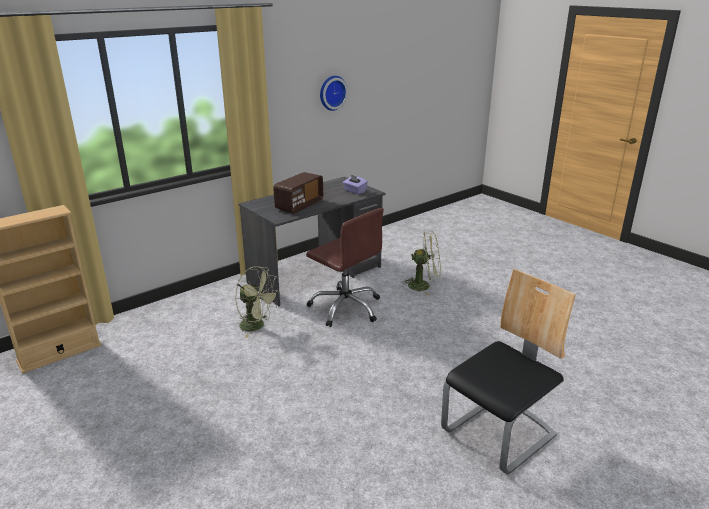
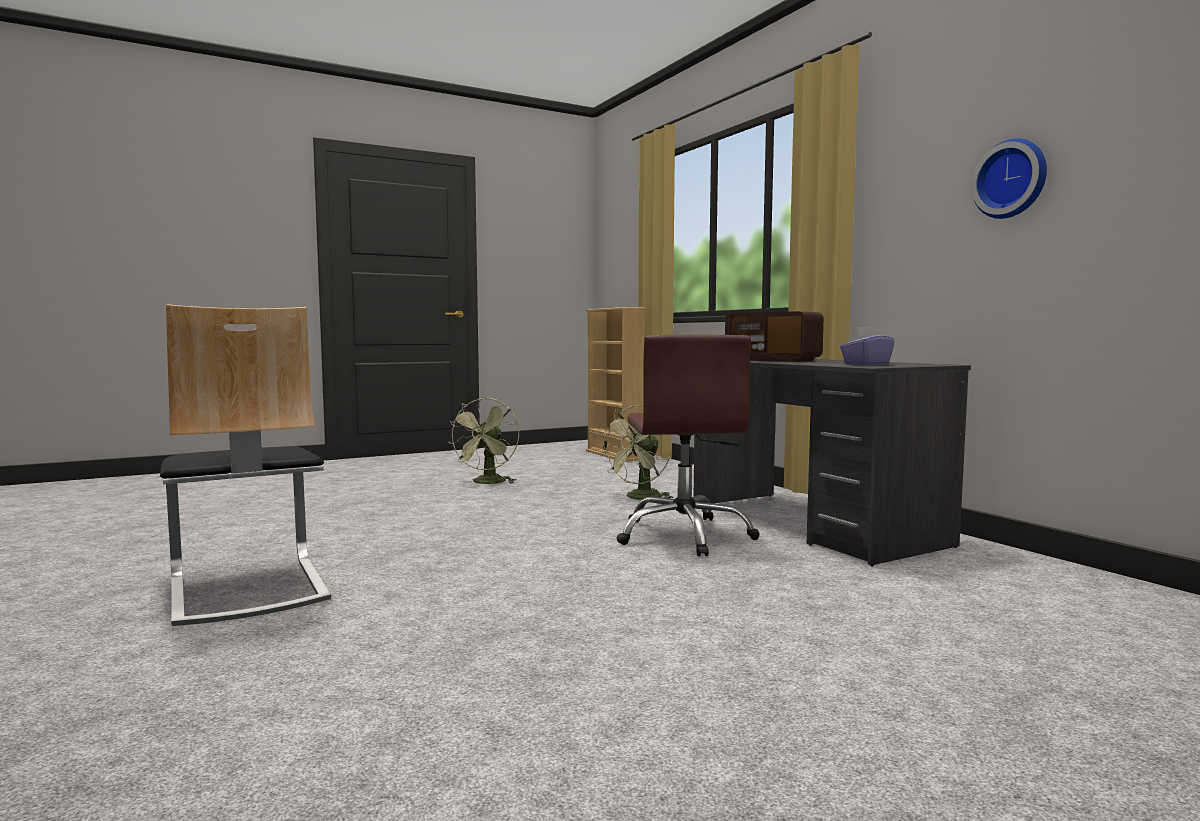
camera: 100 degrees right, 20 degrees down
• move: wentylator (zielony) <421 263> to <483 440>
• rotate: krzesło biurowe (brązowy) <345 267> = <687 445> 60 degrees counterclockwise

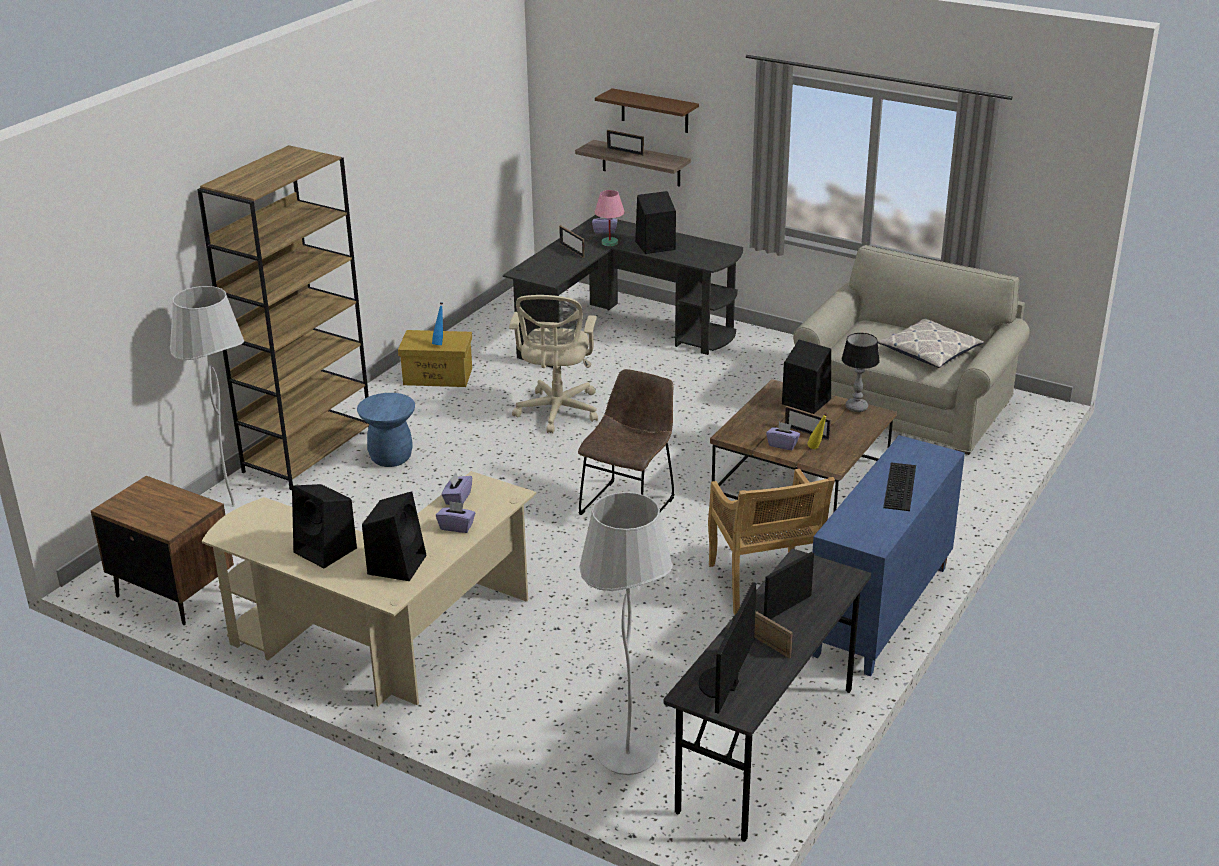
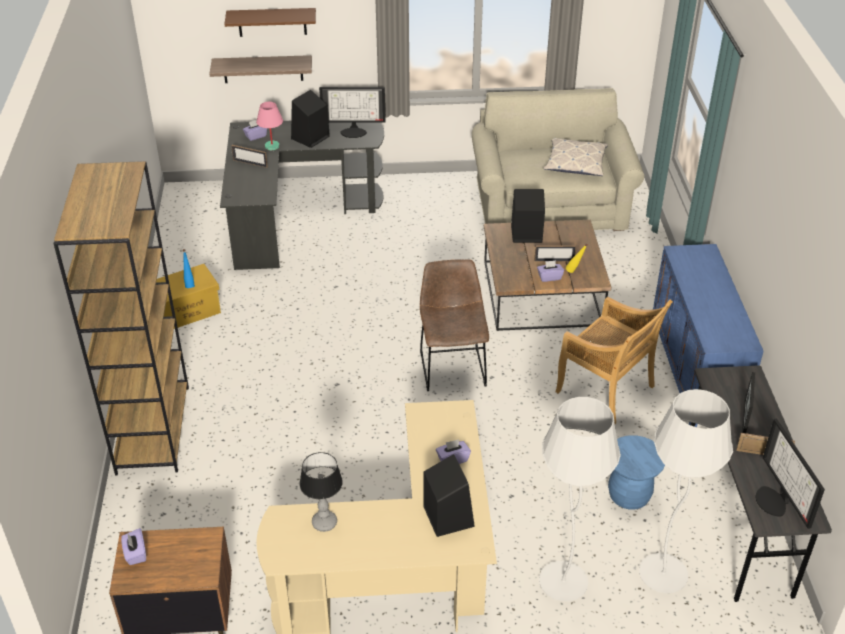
camera: 35 degrees left, 10 degrees up
• delete: głośnik (czarny) <324 526>
• delete: krzesło biurowe (beżowy) <553 364>
• delete: ramka na zdjęcie <625 143>
• delete: klawiatura <899 486>
• insert: monitor <352 112>
• move: lampa stojąca (biały) <213 400> to <580 499>
• move: stołek (niebieski) <386 430> to <636 472>
• move: pudełko chusteczek (fioletowy) <456 488> to <133 546>
• move: lampa stołowa <861 372> to <321 492>

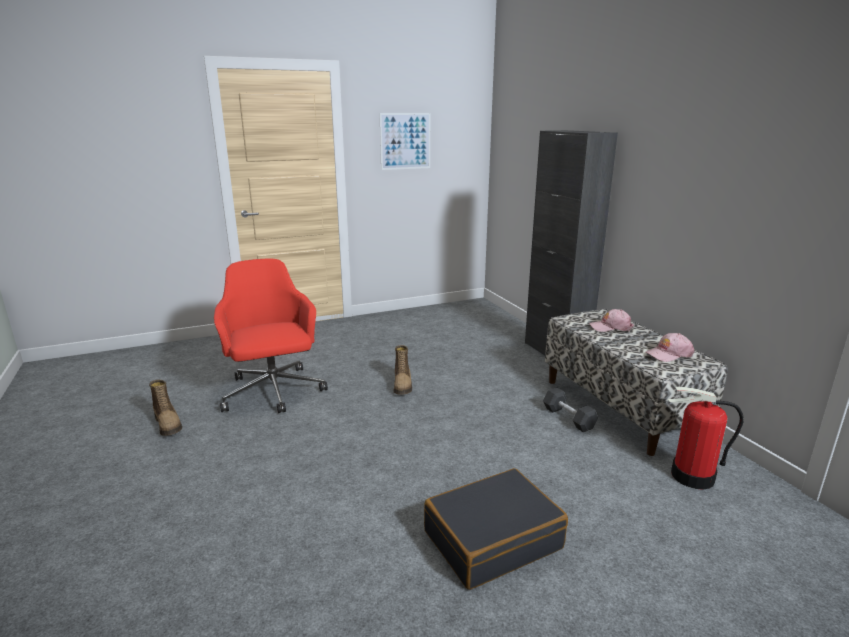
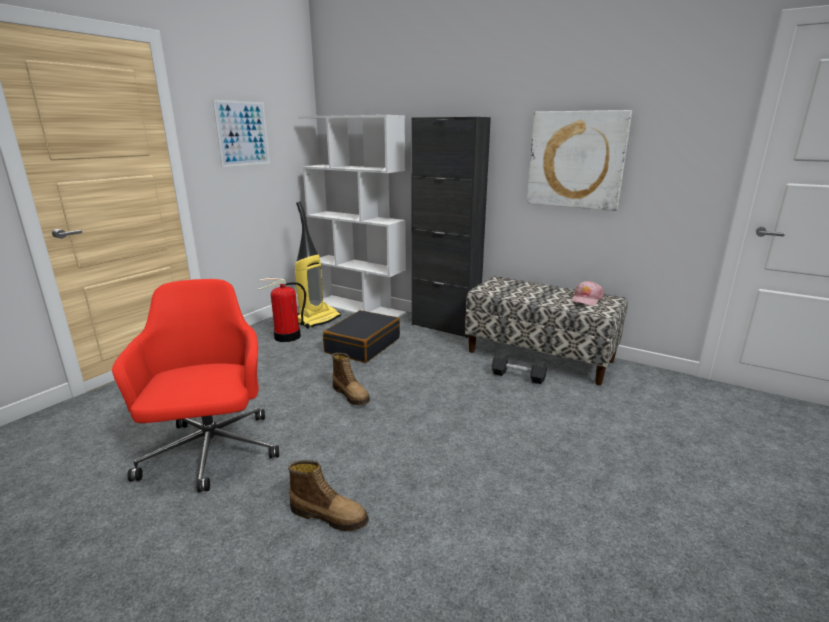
camera: 35 degrees left, 0 degrees up
• delete: czapka z daszkiem (różowy) <611 320>
• insert: odkurzacz <318 265>
• insert: regał (biały) <352 216>
• insert: obraz <579 160>
• move: but z cholewką <165 408> to <328 495>
• move: walizka (czarny) <496 529> to <361 336>
• move: gaśnica <706 438> to <282 310>
• rotate: krzesło biurowe (czerwony) <271 335> = <195 386> 45 degrees clockwise

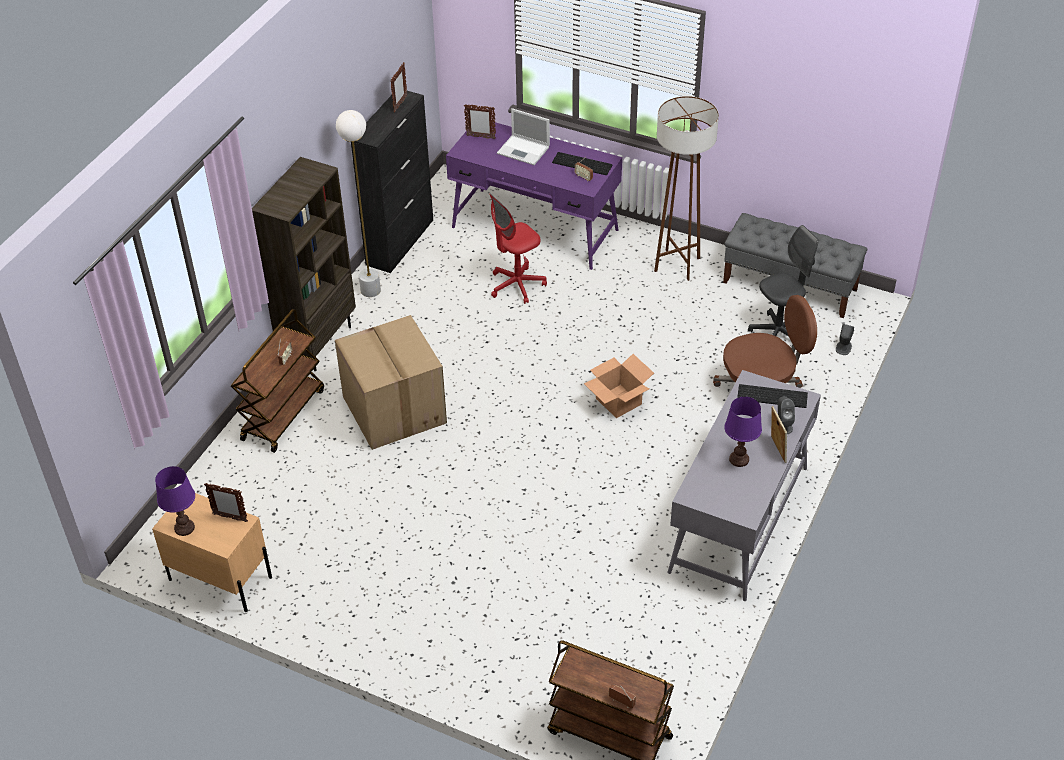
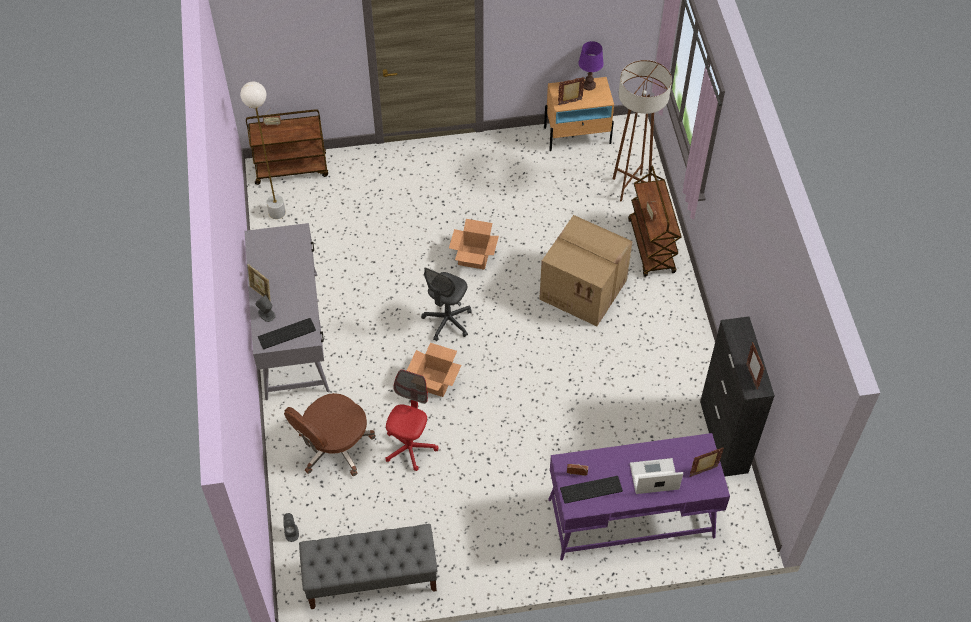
camera: 145 degrees right, 10 degrees up
• delete: regał (brązowy) <304 264>
• delete: lampa stołowa (fioletowy) <743 432>
• insert: karton <474 244>
• move: lampa stojąca (biały) <358 203> to <263 150>
• move: krzesło biurowe (czerwony) <518 249> to <412 420>
• move: lampa stojąca (brązowy) <686 188> to <642 130>
• move: krzesło biurowe (szary) <783 280> to <446 304>

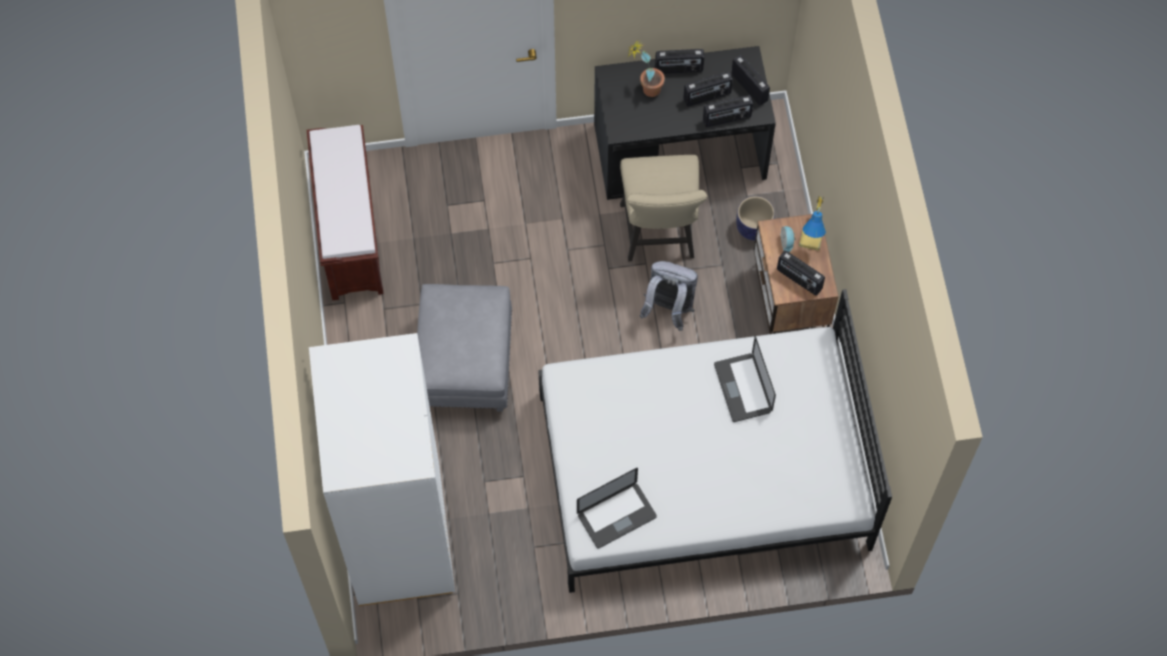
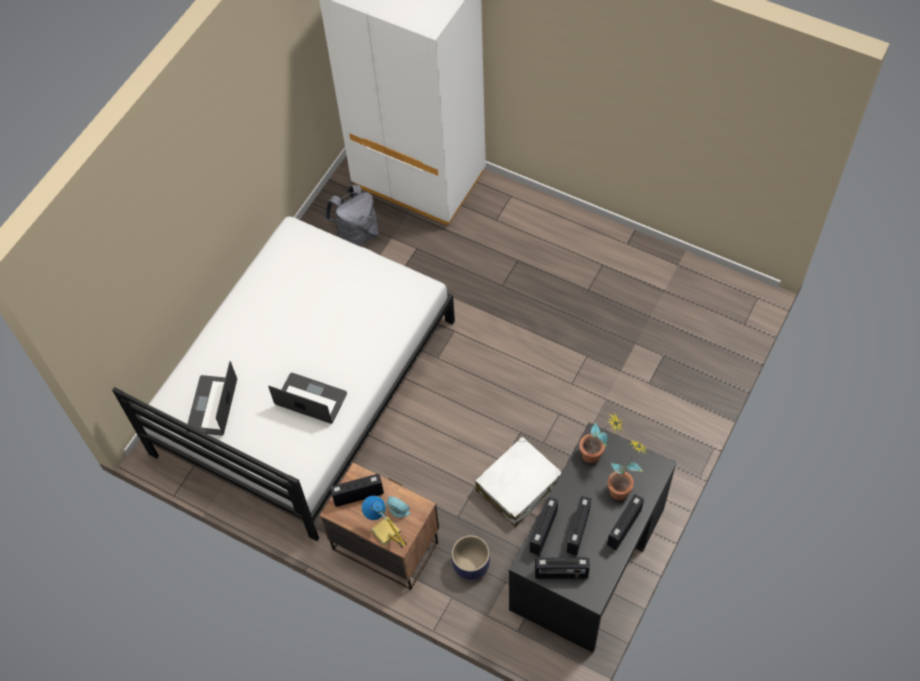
camera: 130 degrees right, 5 degrees down
• delete: ławka (brązowy) <345 213>
• delete: pufa (szary) <464 348>
• insert: roślina doniczkowa <601 438>
• move: laptop <617 508> to <211 398>
• move: plecak (szary) <669 296> to <352 215>
• replace: krzesło (beżowy) <663 208> to walizka (biały) <518 482>

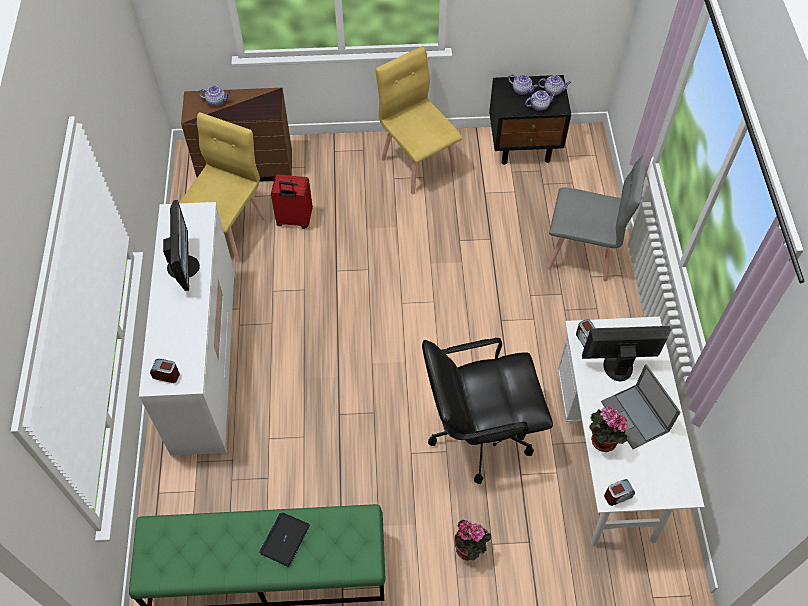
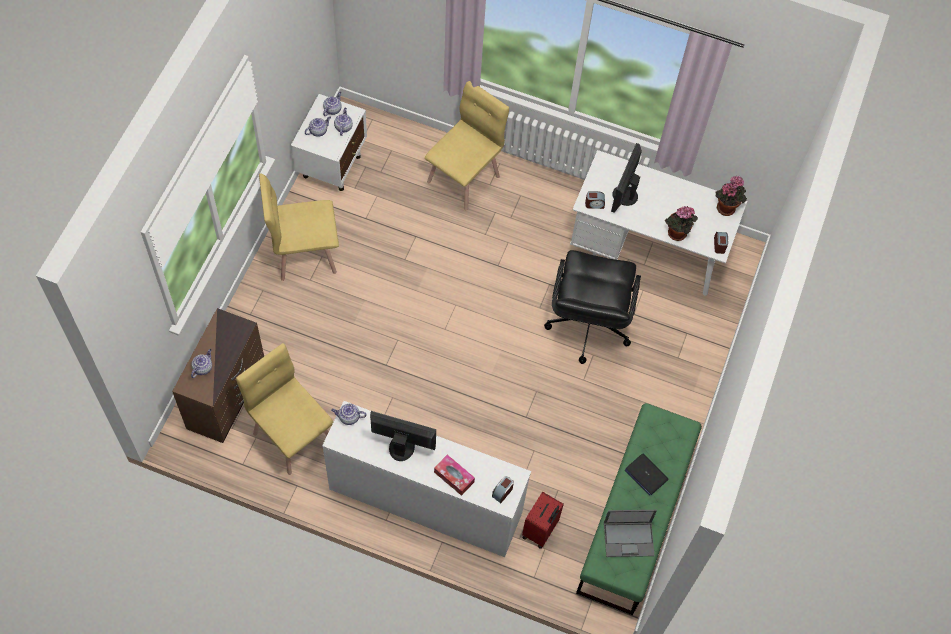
camera: 70 degrees left, 5 degrees up
• insert: imbryk <349 414>
• insert: pudełko chusteczek <454 475>
• move: walizka (czerwony) <292 201> to <543 520>
• move: roślina doniczkowa <473 540> to <731 196>
• move: laptop <640 406> to <630 533>
• recolor: szafka nocna (czarny) <530 120> to szafka nocna (biały) <329 142>
• recolor: krzesło (szary) <596 218> to krzesło (żółty) <467 145>

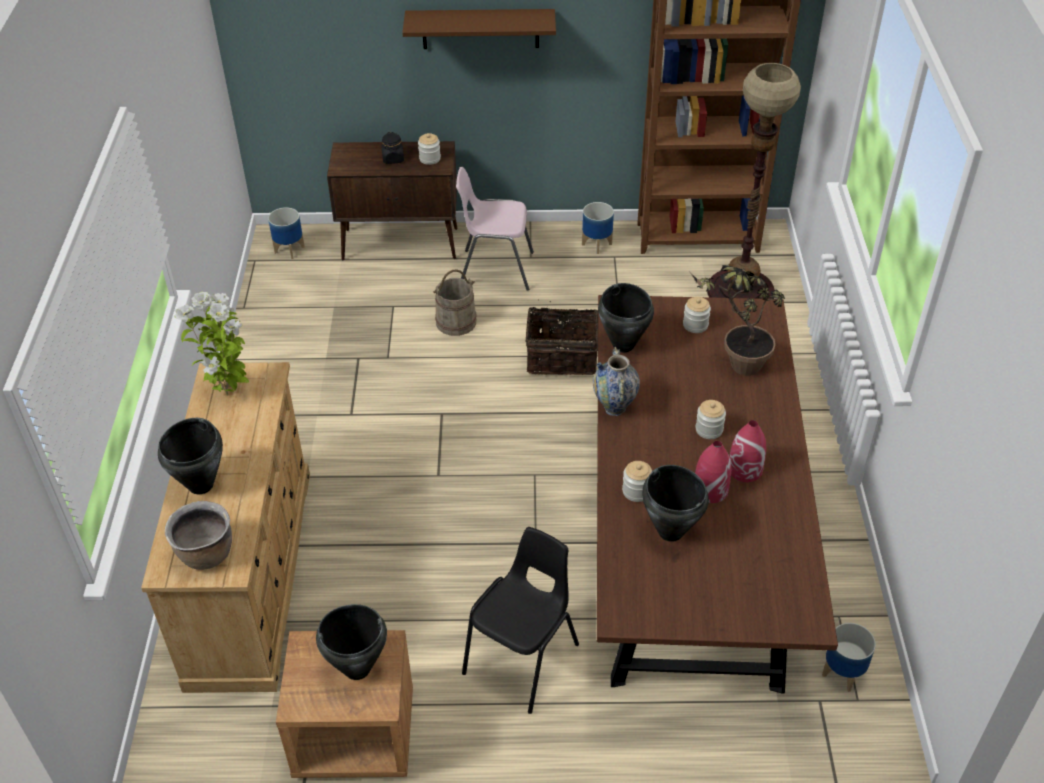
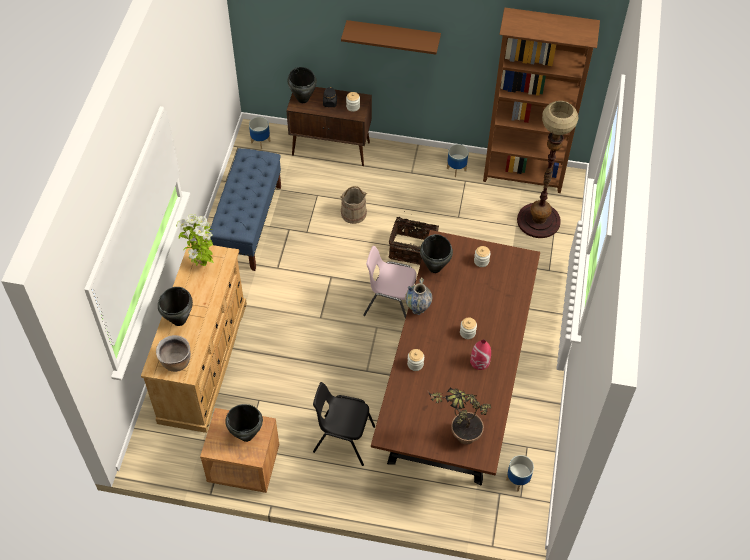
camera: 10 degrees right, 10 degrees up
• delete: wazon (czerwony) <713 472>
• insert: ławka (niebieski) <245 209>
• move: krzesło (różowy) <495 229> to <390 282>
• move: garnek (czarny) <675 503> to <302 85>
• move: roślina doniczkowa <737 320> to <459 416>
• rotate: krzesło (czarny) <520 620> = <344 424> 120 degrees counterclockwise

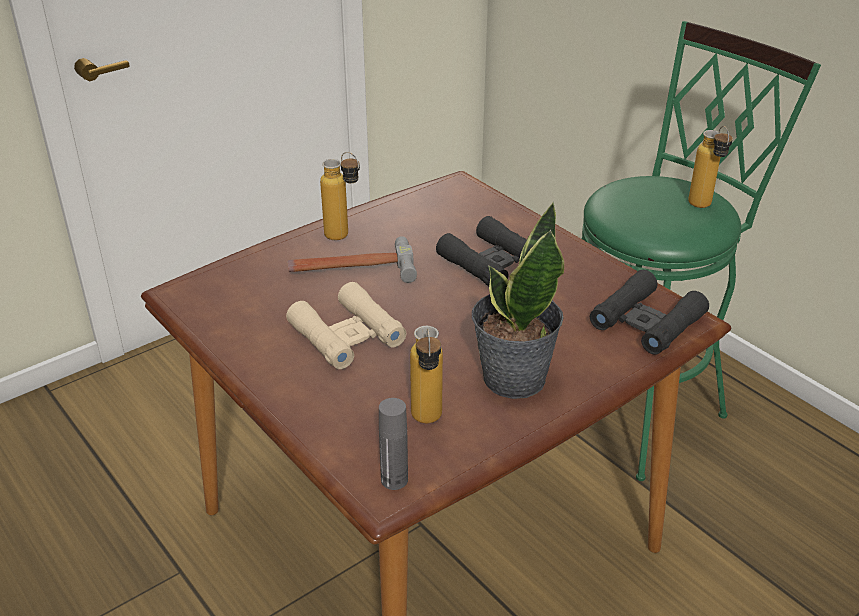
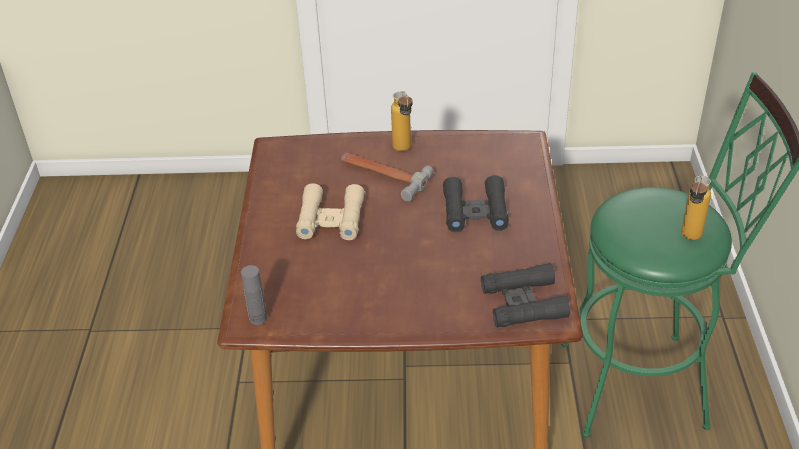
camera: 40 degrees right, 5 degrees up
• delete: butelka <426 374>
• delete: roślina doniczkowa <518 300>

